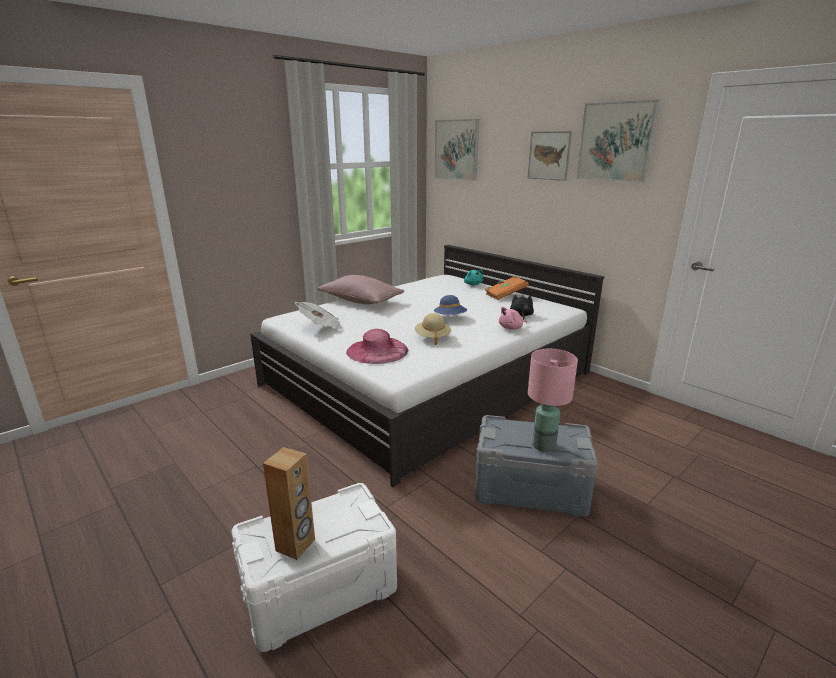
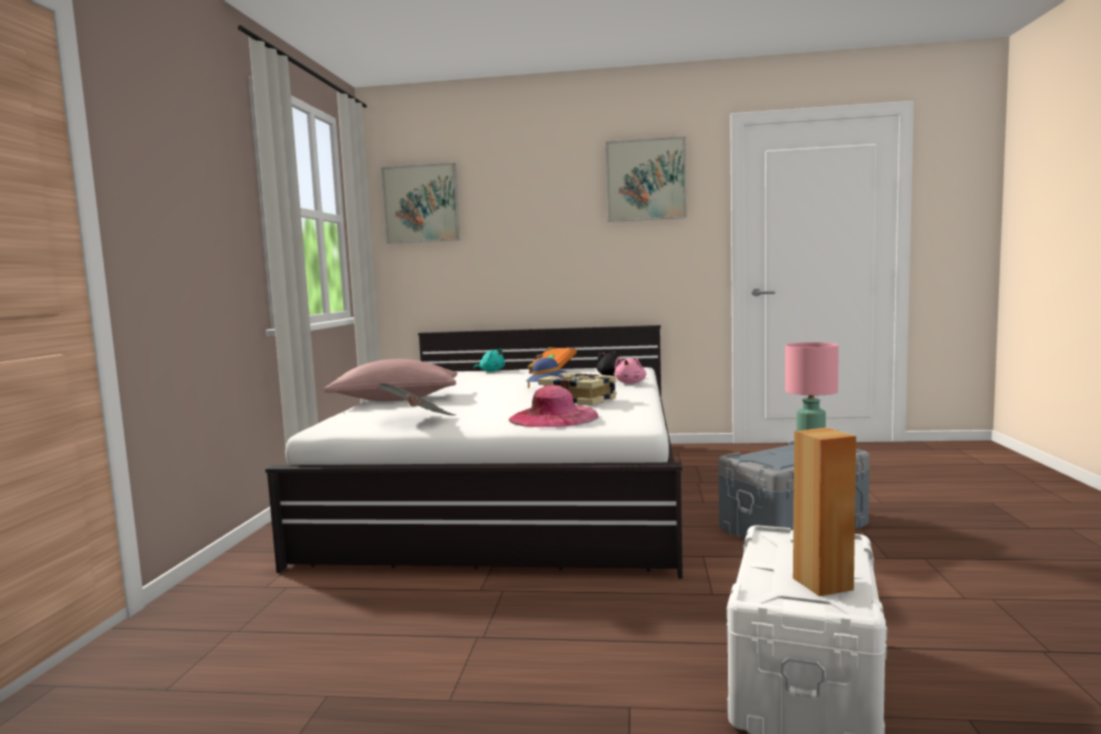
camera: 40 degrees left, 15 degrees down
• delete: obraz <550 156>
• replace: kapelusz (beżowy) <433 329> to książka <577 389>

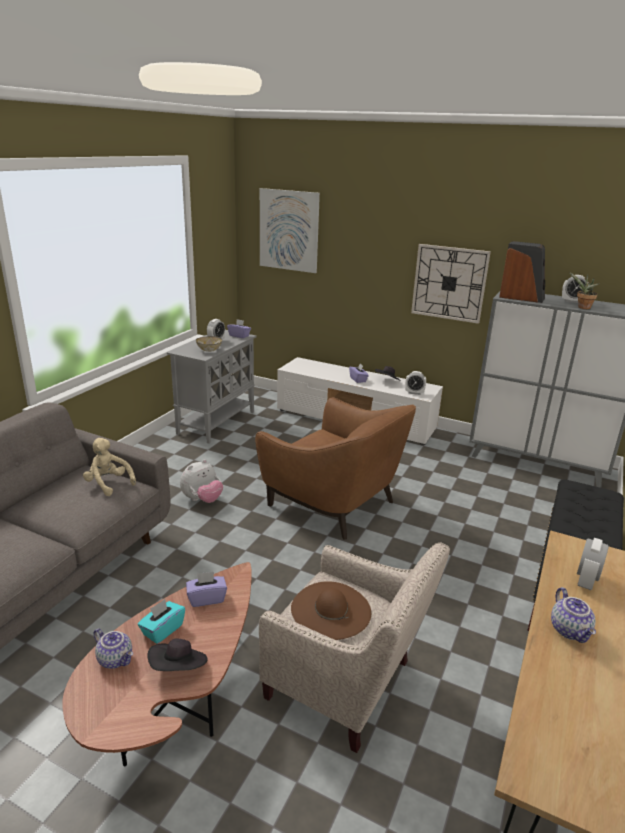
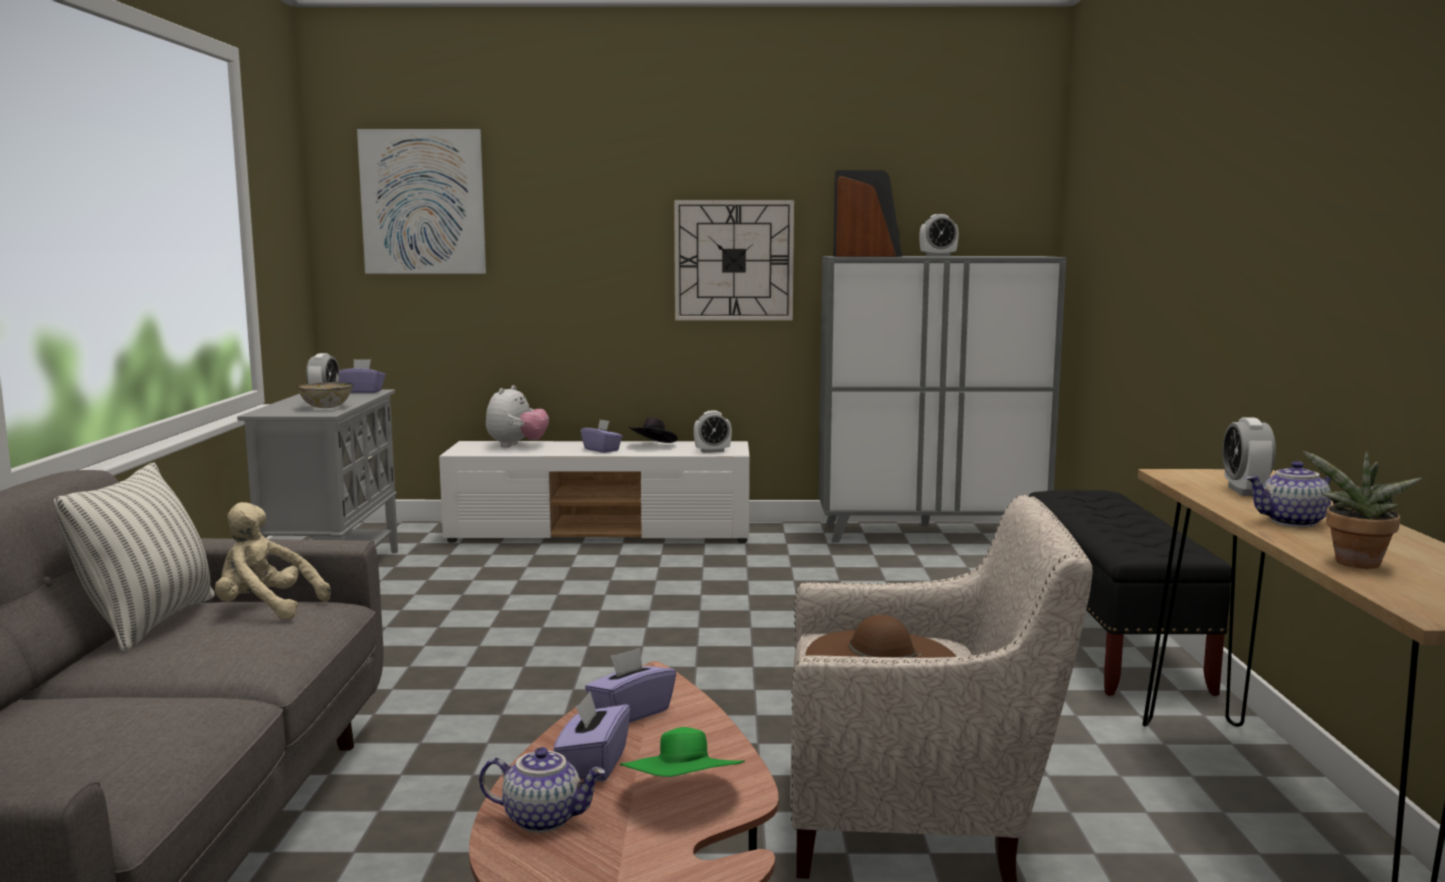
camera: 25 degrees left, 15 degrees down
• delete: fotel (brązowy) <335 468>
• insert: poduszka <134 558>
• move: pluszak <201 481> to <517 416>
• move: roślina doniczkowa <584 290> to <1362 510>
• recolor: pudełko chusteczek (turkusowy) <161 621> to pudełko chusteczek (fioletowy) <591 737>
• recolor: kapelusz (czarny) <177 655> to kapelusz (zielony) <682 752>
• rotate: imbryk <573 615> = <1294 494> 120 degrees clockwise

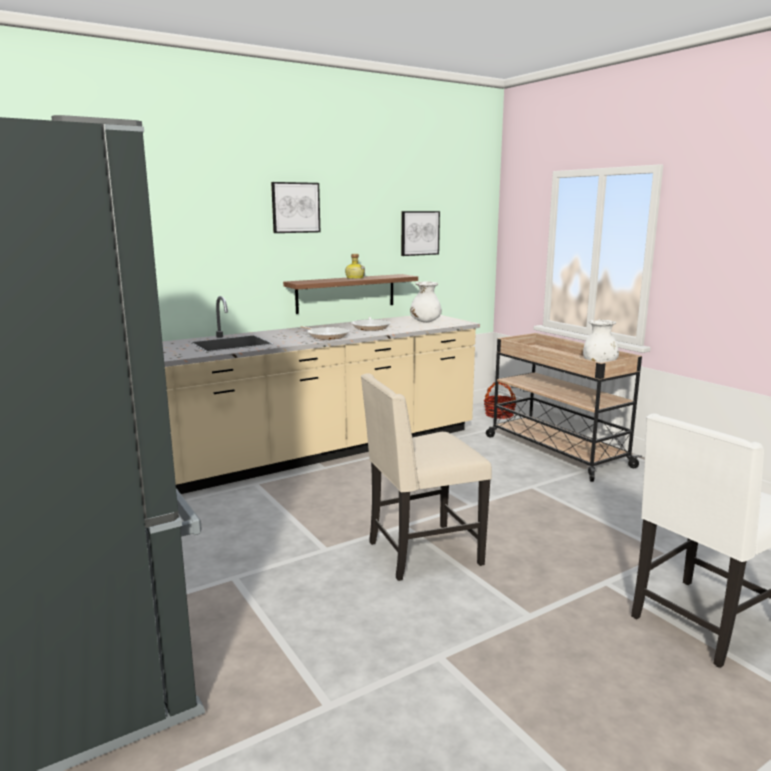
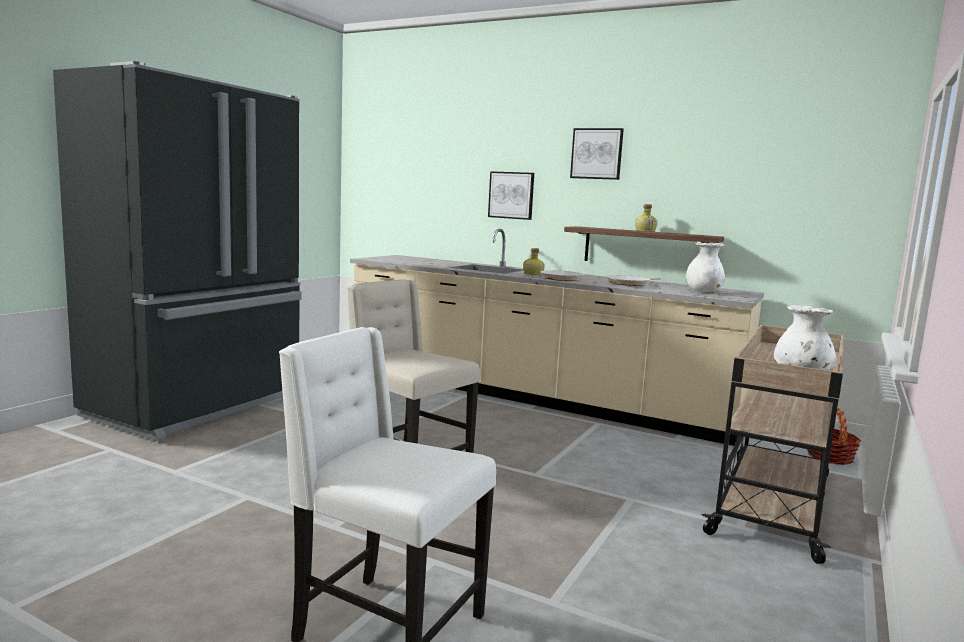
camera: 60 degrees right, 5 degrees down
• insert: butelka <534 261>
• move: obraz <420 233> to <511 195>

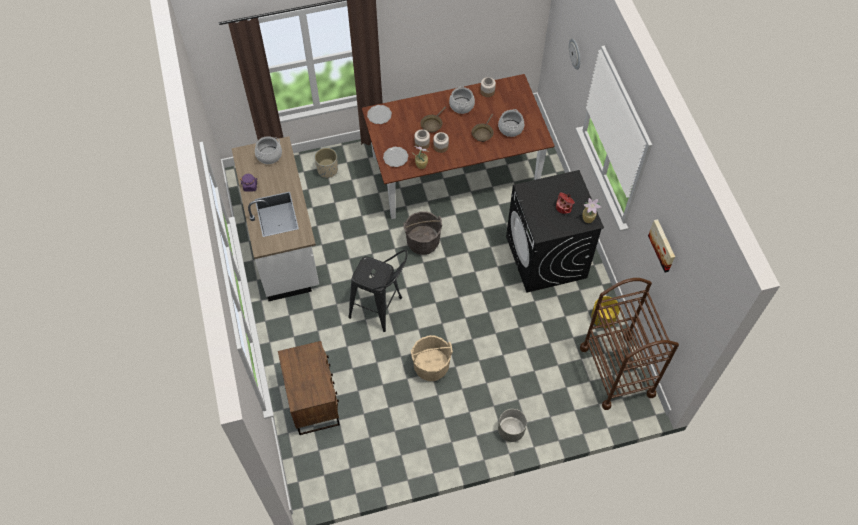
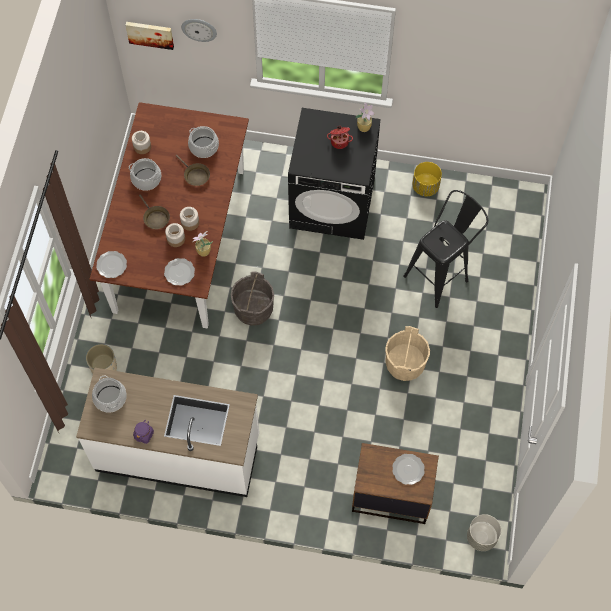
camera: 65 degrees left, 5 degrees up
• delete: wózek (brązowy) <629 344>
• insert: talerz <408 469>
• move: stołek (czarny) <377 291> to <445 249>
• move: donica (szary) <512 425> to <484 532>
• move: obraz <661 246> to <150 36>

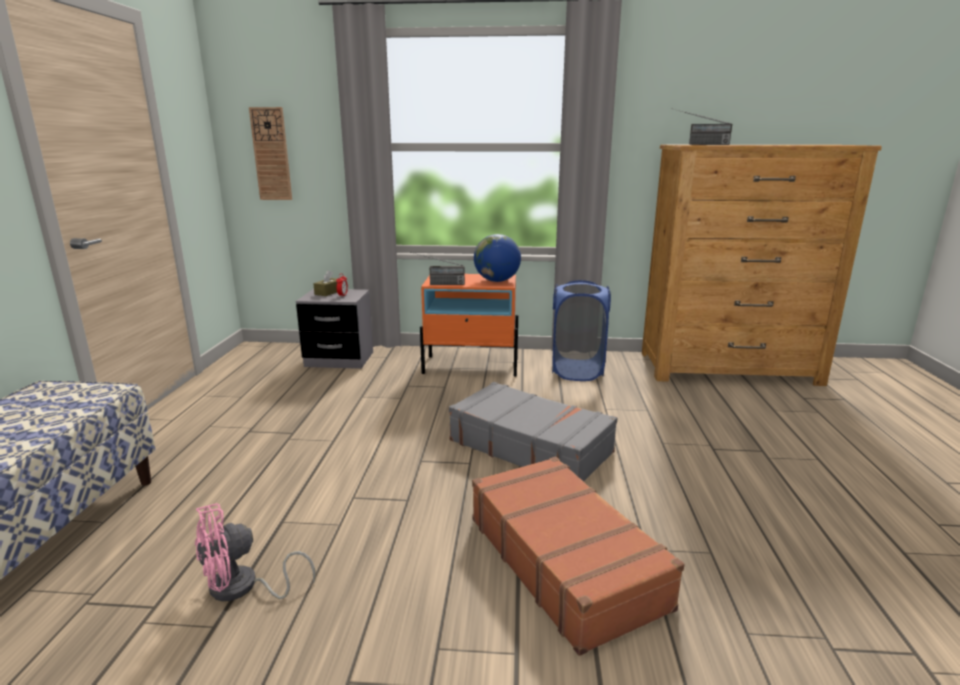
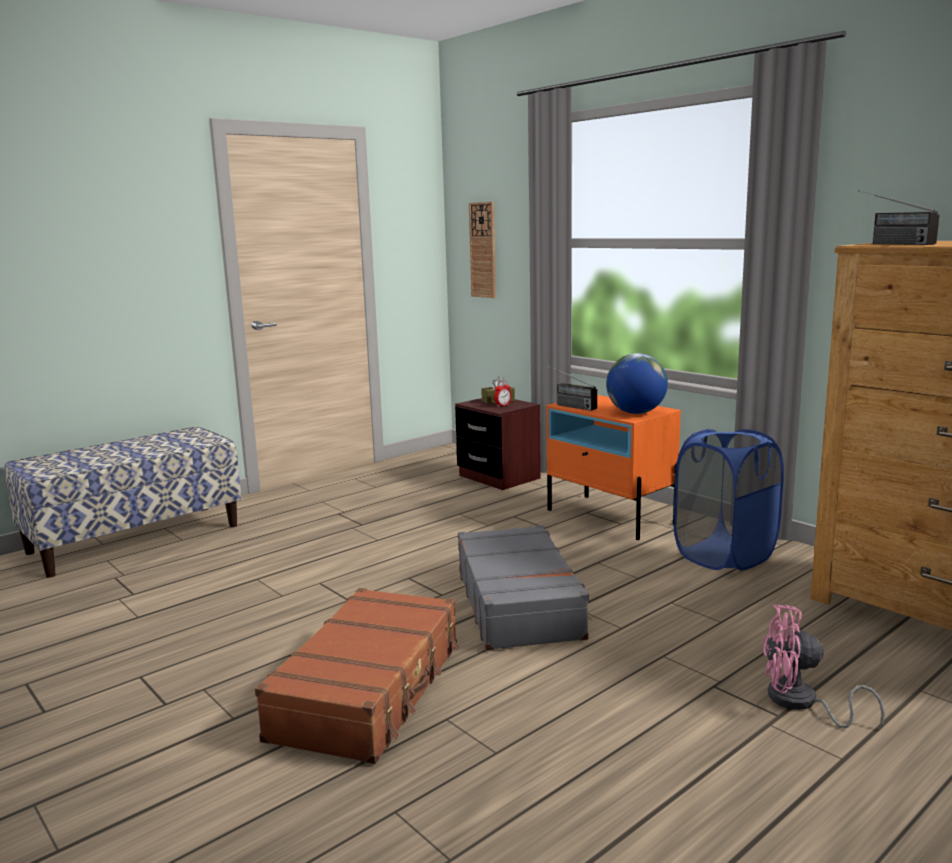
camera: 45 degrees right, 5 degrees down
• move: wentylator (różowy) <255 552> to <823 666>
• recolor: szafka nocna (szary) <334 329> to szafka nocna (brązowy) <498 444>

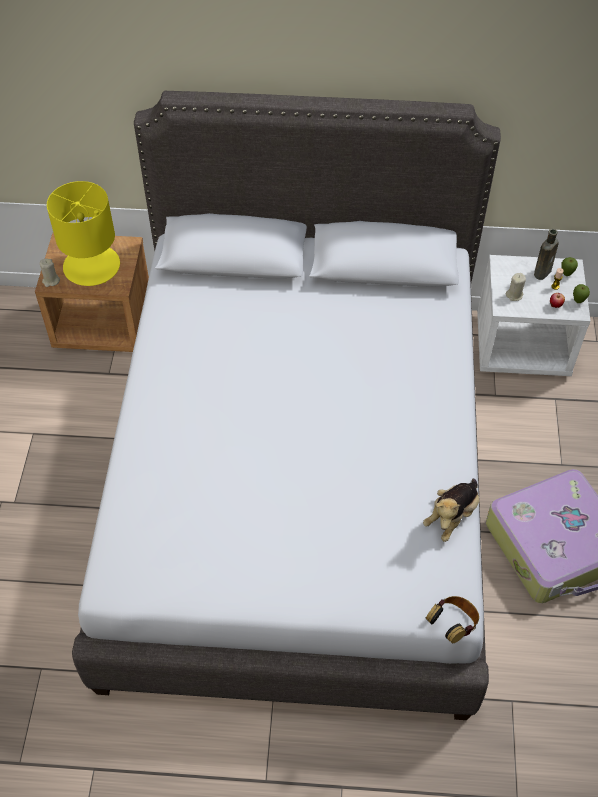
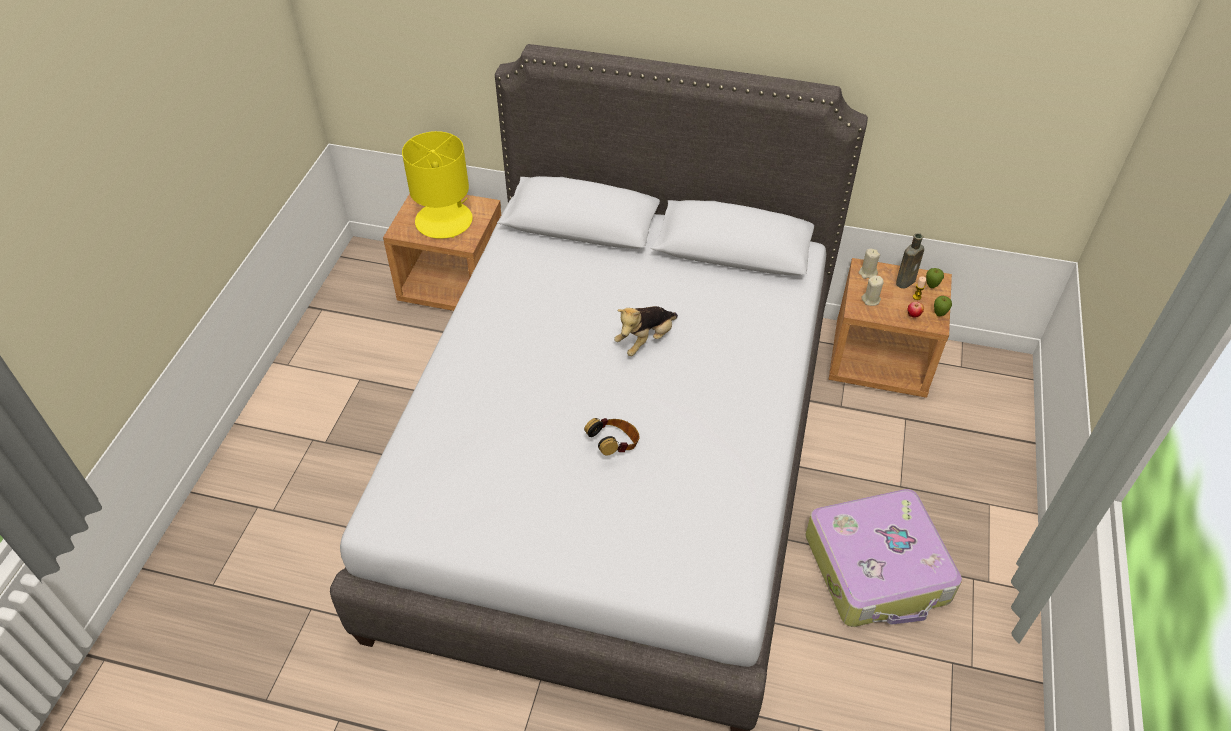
camera: 10 degrees right, 5 degrees down
• move: świeca (beżowy) <50 273> to <869 264>
• move: pluszak <451 510> to <646 331>
• move: słuchawki <452 619> to <611 436>
• recolor: szafka nocna (biały) <533 315> to szafka nocna (brązowy) <890 328>

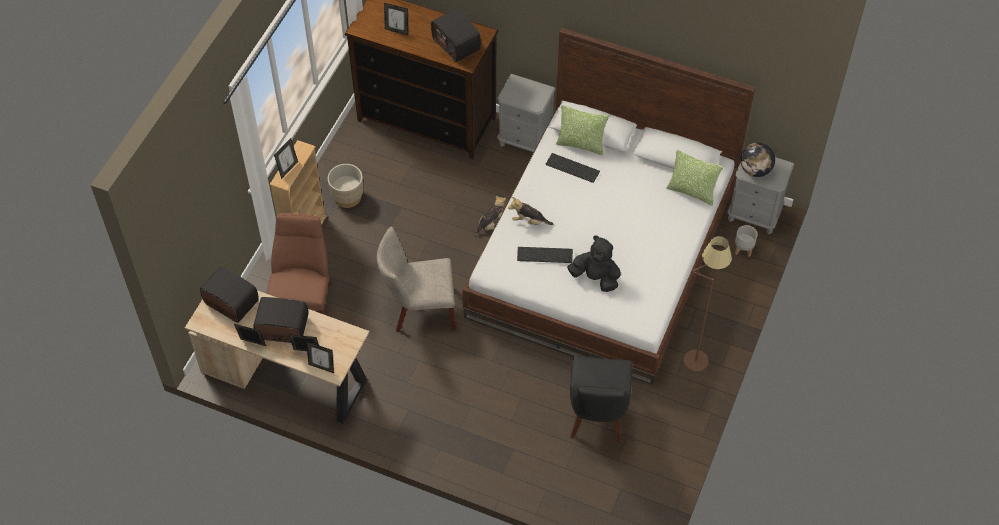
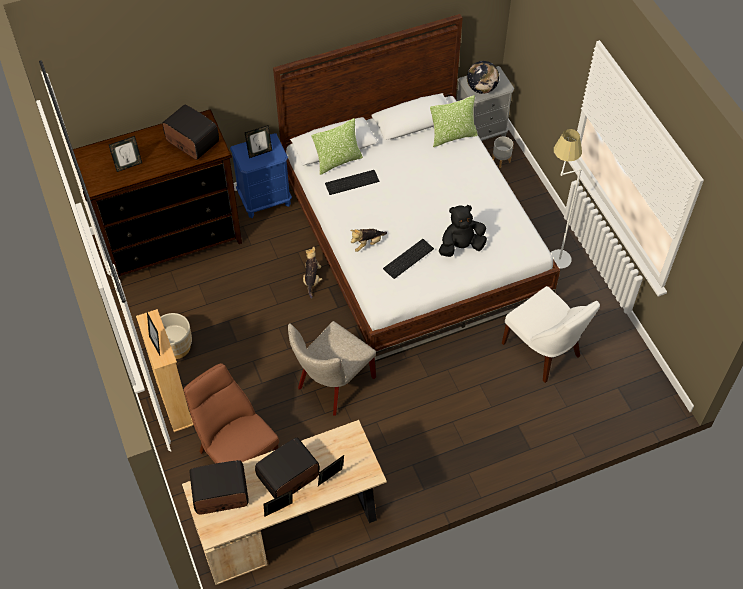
camera: 45 degrees left, 0 degrees up
• move: ramka na zdjęcie <320 357> to <258 141>
• recolor: szafka nocna (szary) <526 113> to szafka nocna (niebieski) <261 175>
• recolor: krzesło (czarny) <601 399> to krzesło (biały) <551 334>
• recolor: lampa stojąca (brązowy) <708 303> to lampa stojąca (biały) <566 199>
• rotate: radio <456 35> = <190 132> 150 degrees counterclockwise

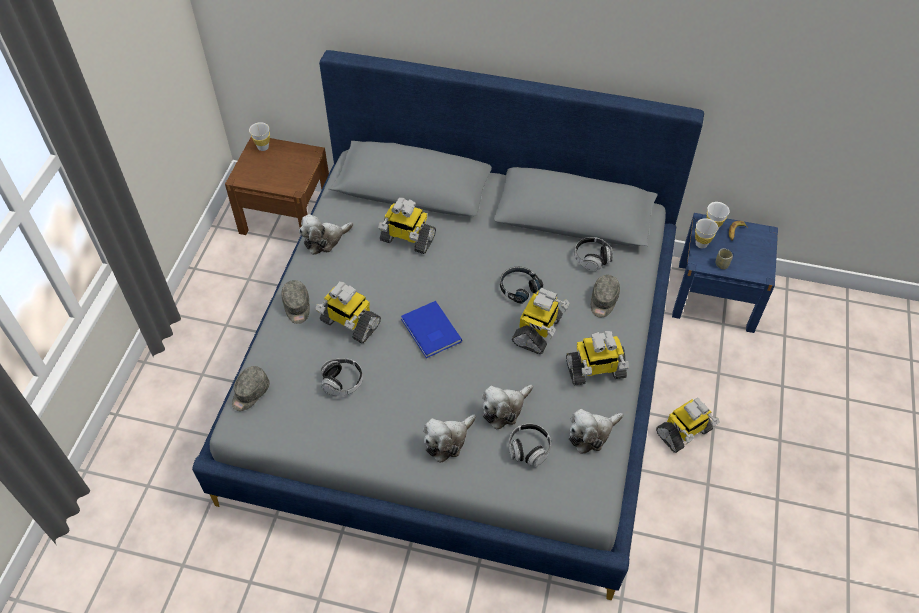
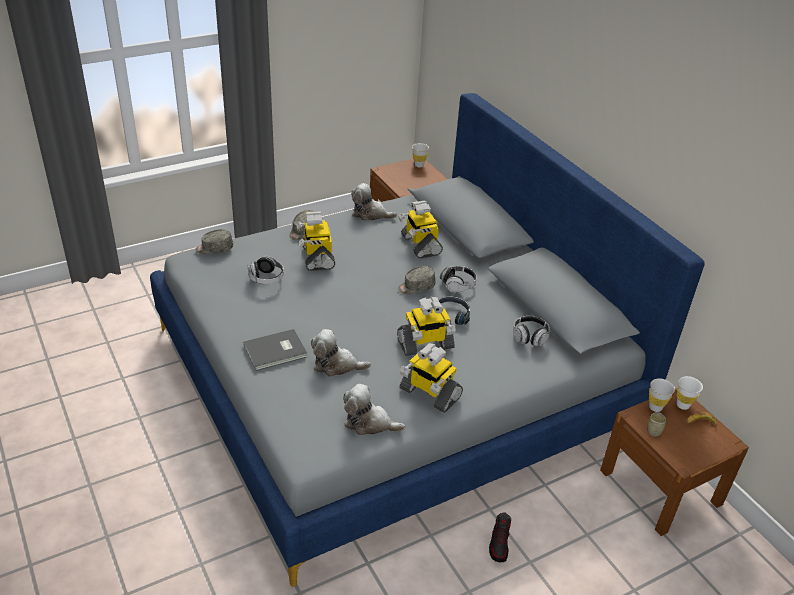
camera: 45 degrees right, 15 degrees down
• delete: książka (niebieski) <431 329>
• move: słuchawki <530 445> to <458 279>
• move: czapka z daszkiem (szary) <605 296> to <416 280>
• replace: pluszak <449 438> to książka (szary) <275 350>
• replace: robot zabawkowy <688 425> to but <500 537>
• recolor: szafka nocna (niebieski) <725 273> to szafka nocna (brązowy) <674 462>

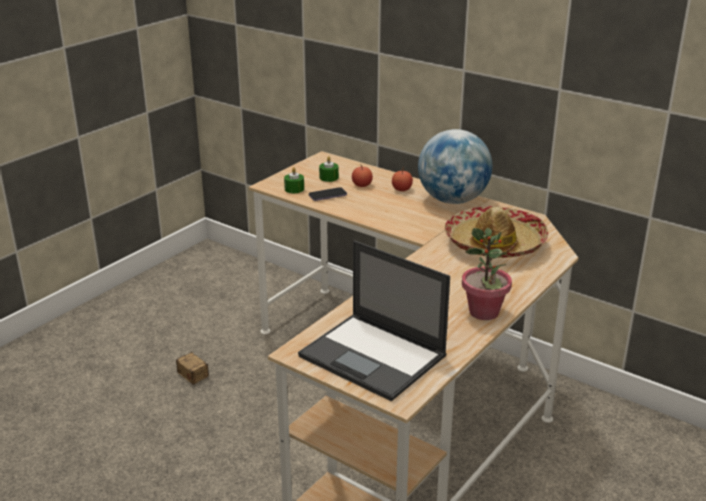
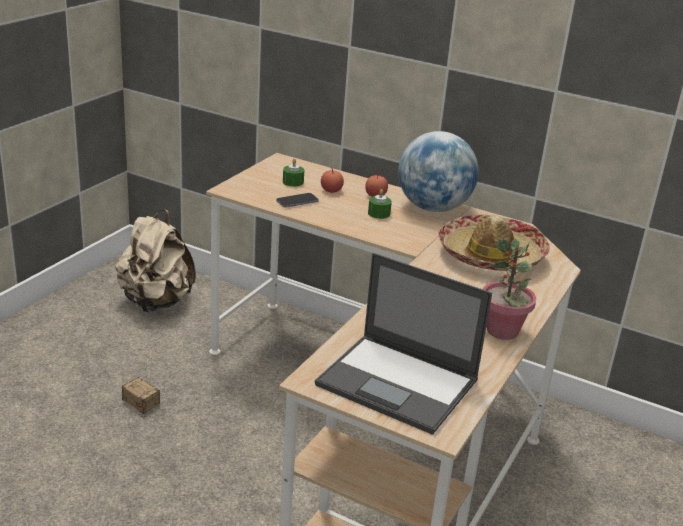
camera: 10 degrees left, 0 degrees up
• insert: plecak (beżowy) <155 261>
• move: świeca (zielony) <294 180> to <380 204>

